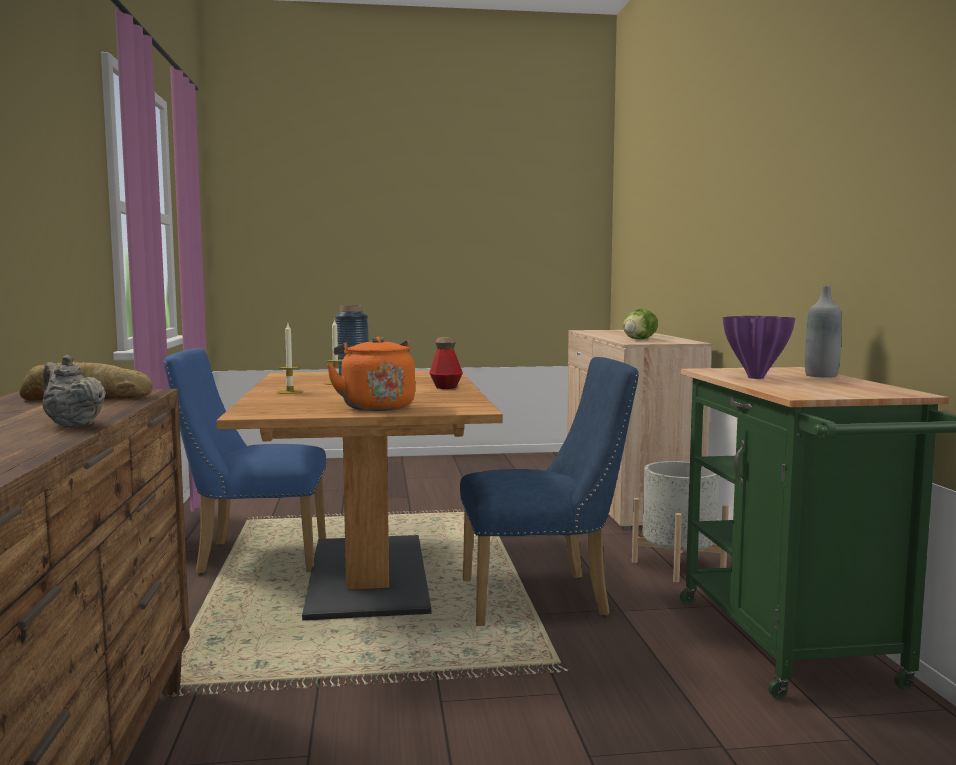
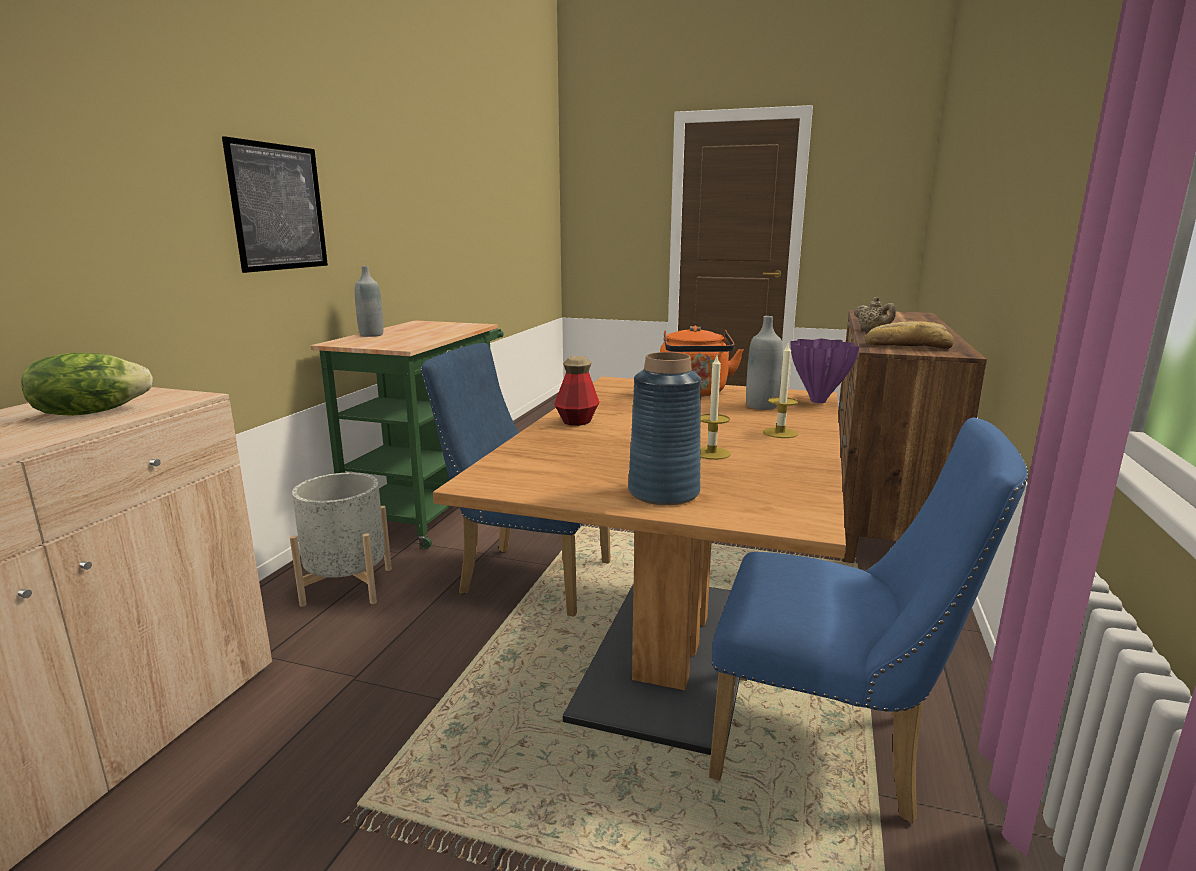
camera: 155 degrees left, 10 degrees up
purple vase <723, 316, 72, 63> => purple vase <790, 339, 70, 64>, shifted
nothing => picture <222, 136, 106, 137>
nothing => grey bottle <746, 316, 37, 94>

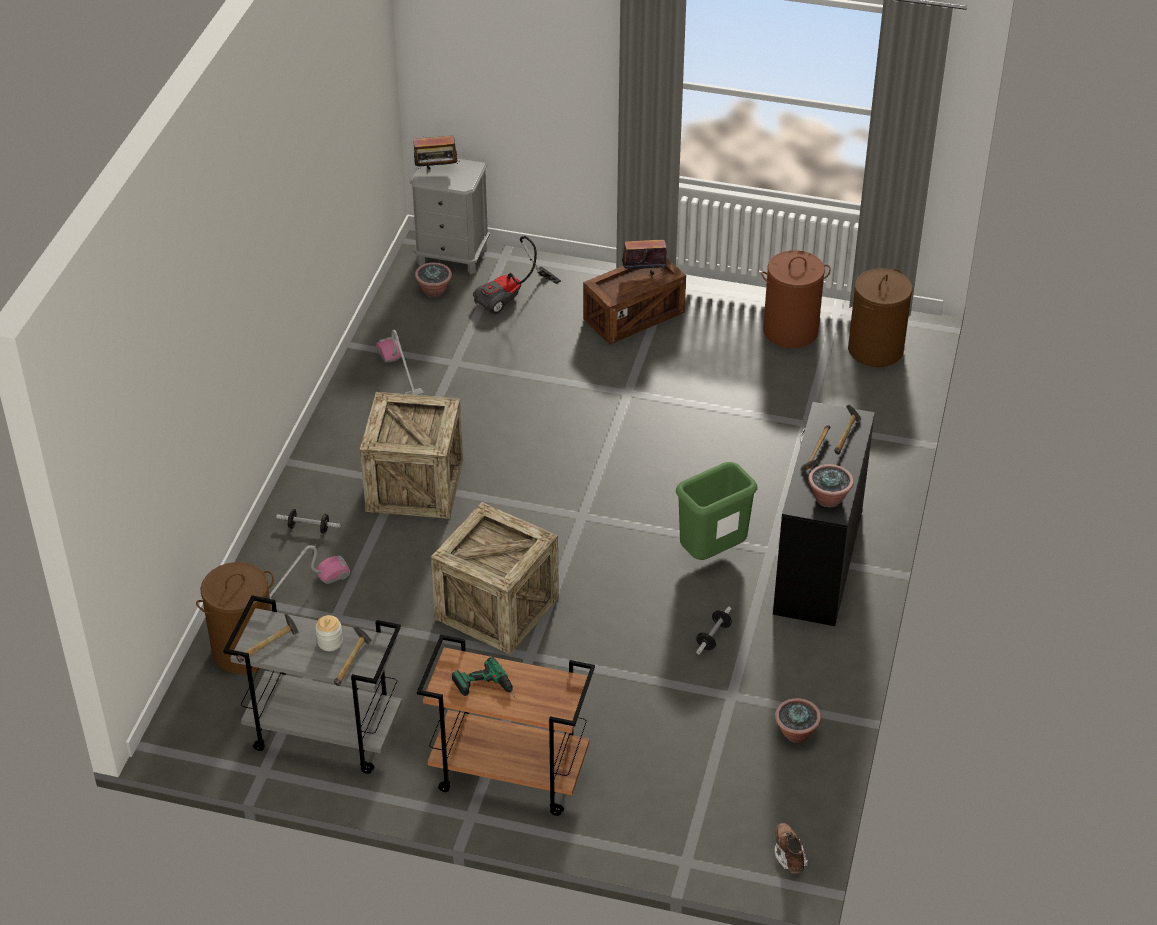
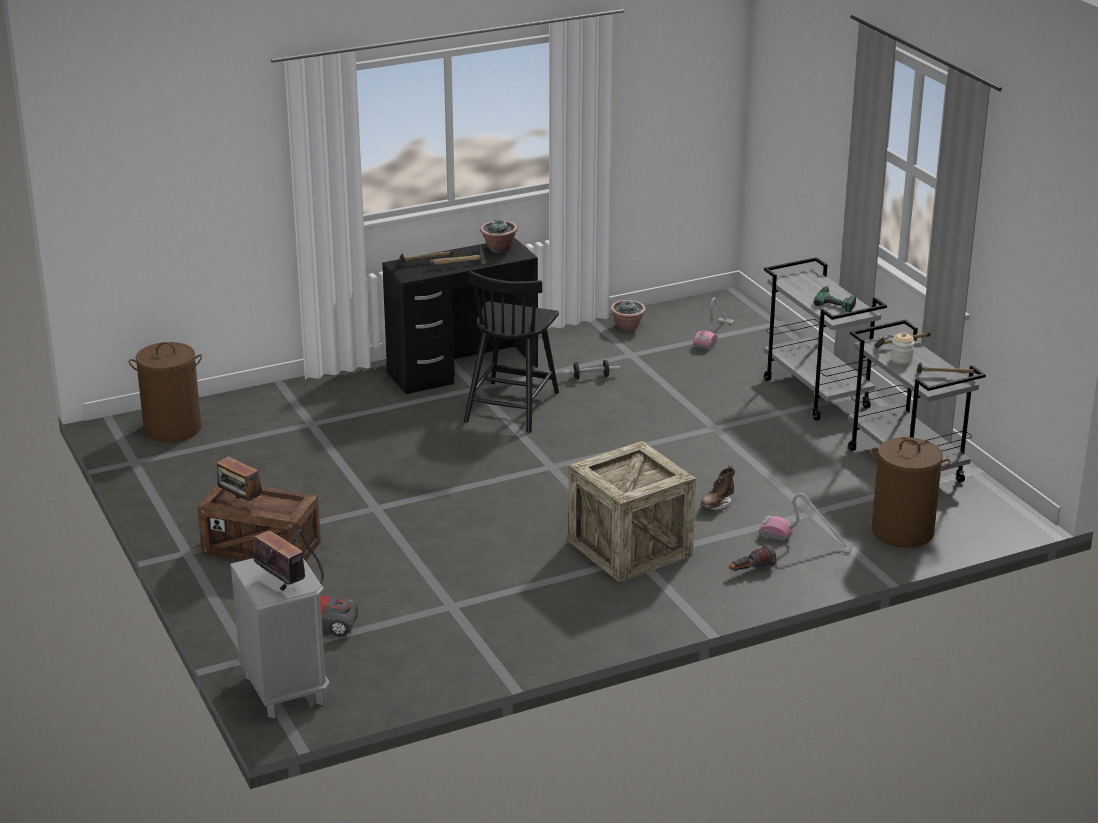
camera: 130 degrees left, 15 degrees down
dumbbell <276, 509, 65, 25> => flashlight <729, 544, 48, 27>
vacuum cleaner <376, 330, 47, 65> => vacuum cleaner <693, 297, 41, 53>, shifted
potted plant <415, 262, 37, 36> => nothing
brown cart <417, 635, 178, 181> => grey cart <764, 257, 123, 164>
crate <431, 502, 128, 152> => nothing
green trash can <676, 462, 82, 98> => black chair <464, 271, 95, 162>
brown laundry basket <761, 250, 70, 98> => nothing
brown boot <775, 823, 33, 51> => brown boot <700, 465, 35, 45>, shifted

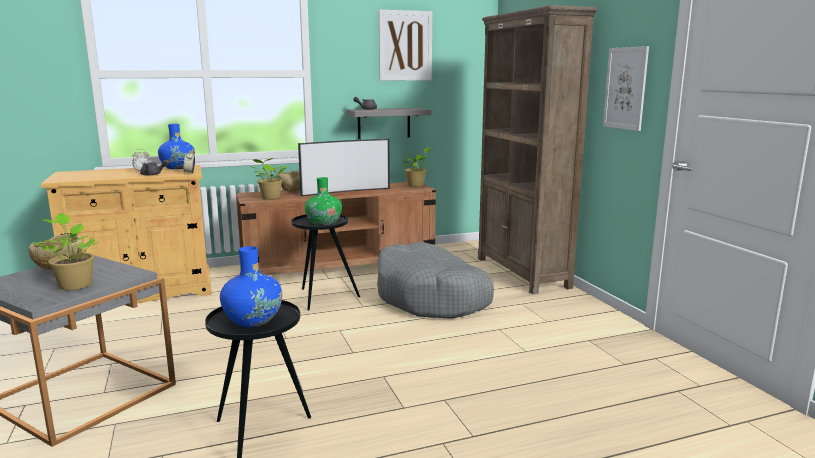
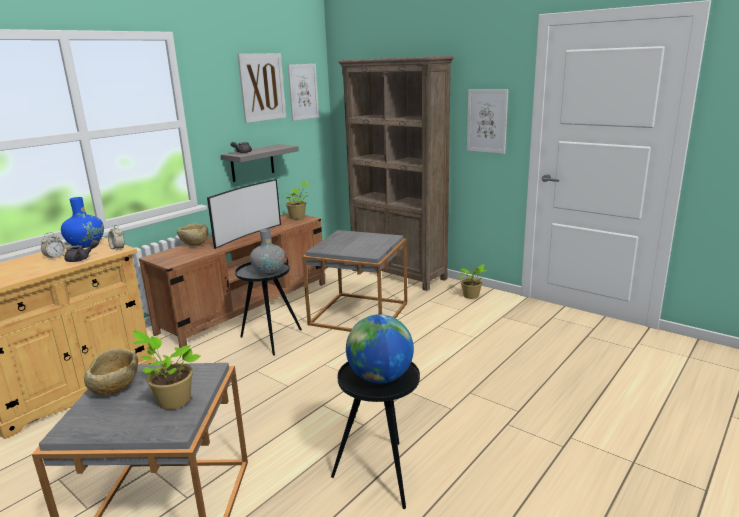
camera: 30 degrees left, 5 degrees up
blue vase <220, 246, 62, 81> => globe <346, 314, 68, 70>
potted plant <249, 158, 38, 41> => potted plant <457, 264, 30, 35>, shifted
green vase <305, 177, 37, 49> => grey vase <250, 228, 36, 47>
grey dog bed <377, 242, 117, 77> => grey side table <302, 230, 105, 102>
nothing => picture <288, 64, 31, 57>

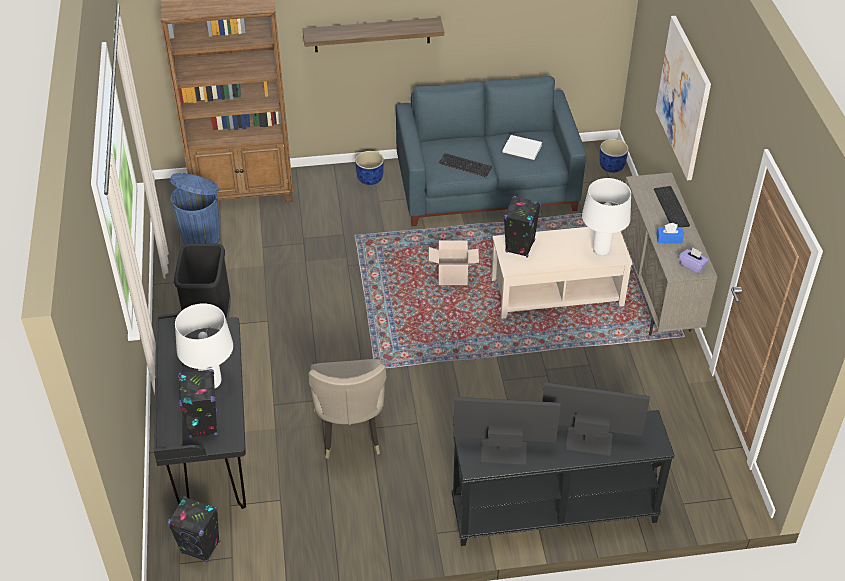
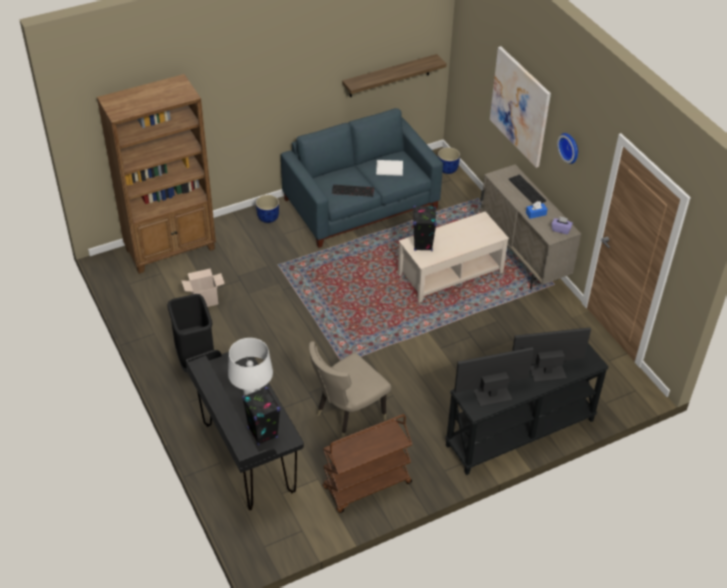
camera: 20 degrees left, 0 degrees up
black speaker <168, 496, 52, 67> => nothing
blue trash can <170, 173, 50, 72> => nothing
shelf <303, 17, 141, 35> => shelf <342, 54, 105, 43>, shifted
beige chair <309, 359, 77, 100> => beige chair <309, 341, 82, 97>, 75 degrees clockwise
cardboard box <429, 241, 50, 44> => cardboard box <181, 268, 44, 39>, shifted
white table lamp <582, 178, 49, 78> => nothing
nothing => brown cart <323, 414, 89, 99>
nothing => wall clock <557, 133, 21, 31>

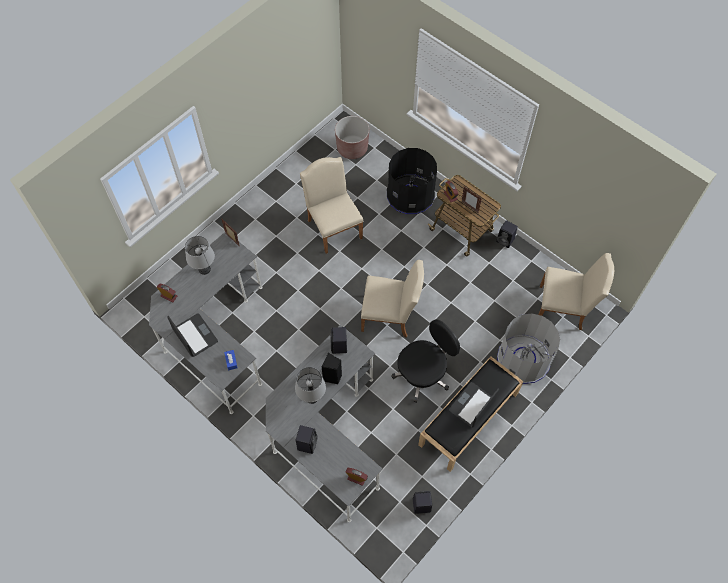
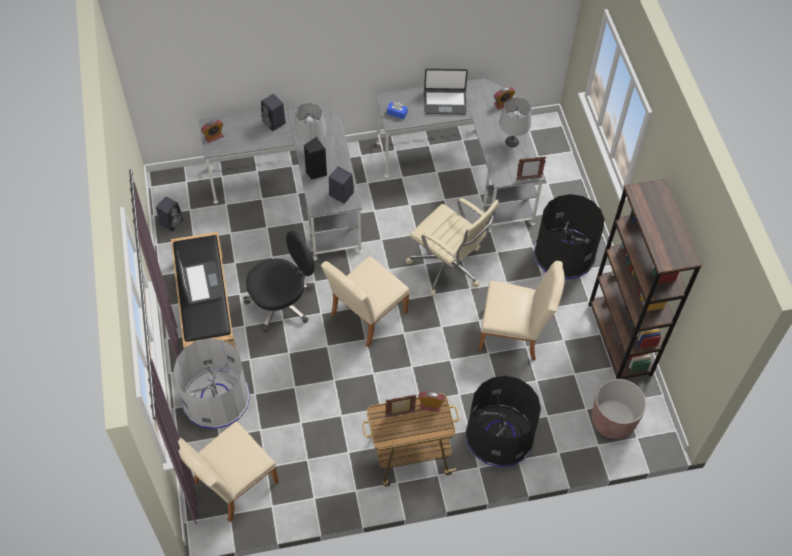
camera: 125 degrees right, 5 degrees down
black office chair <391, 320, 69, 83> => black office chair <243, 231, 72, 101>, 120 degrees counterclockwise
black speaker <496, 220, 22, 28> => nothing
nothing => beige office chair <406, 198, 93, 98>
nothing => black trash can <534, 194, 70, 86>
nothing => brown bookcase <589, 179, 113, 200>

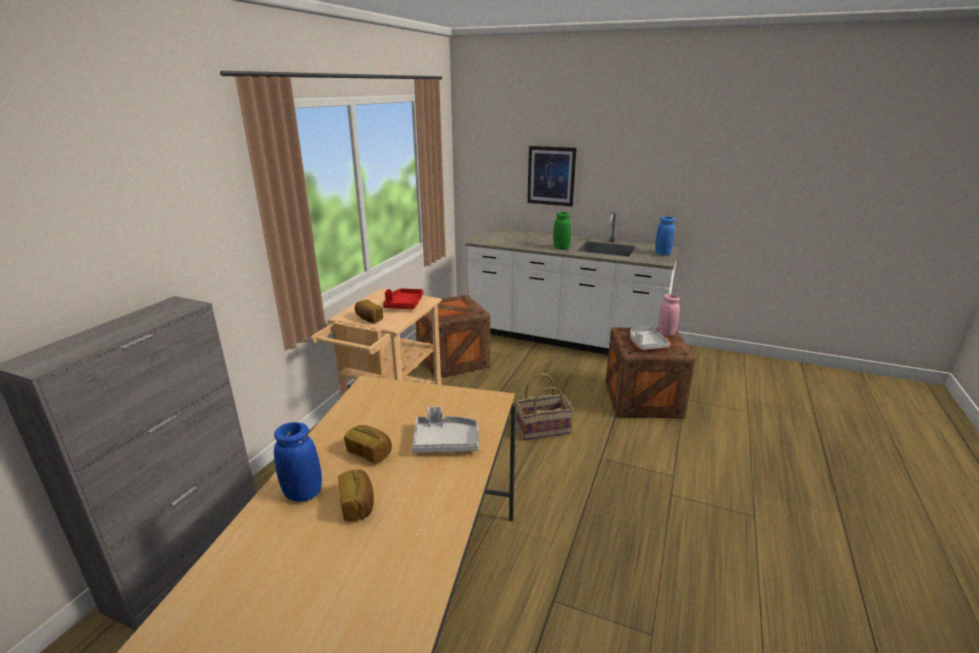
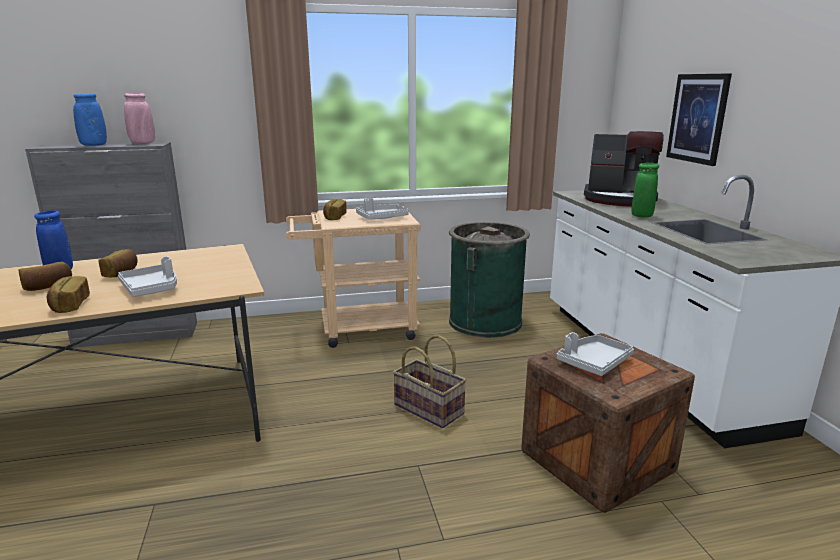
camera: 55 degrees right, 5 degrees down
red tray <383, 288, 41, 21> => grey tray <356, 198, 53, 22>
crate <415, 295, 75, 83> => green trash can <449, 222, 81, 116>
blue vase <655, 217, 20, 38> => blue vase <73, 94, 34, 52>, shifted
pink vase <658, 294, 22, 42> => pink vase <124, 93, 31, 51>, shifted
nothing => bread <47, 276, 43, 37>
nothing => coffee machine <584, 131, 80, 76>

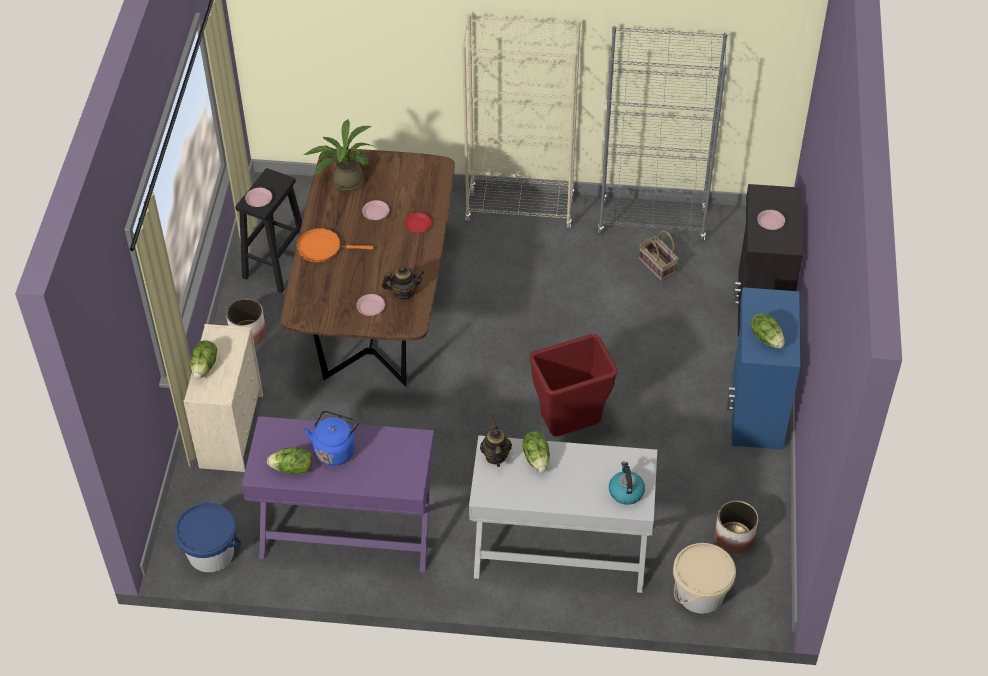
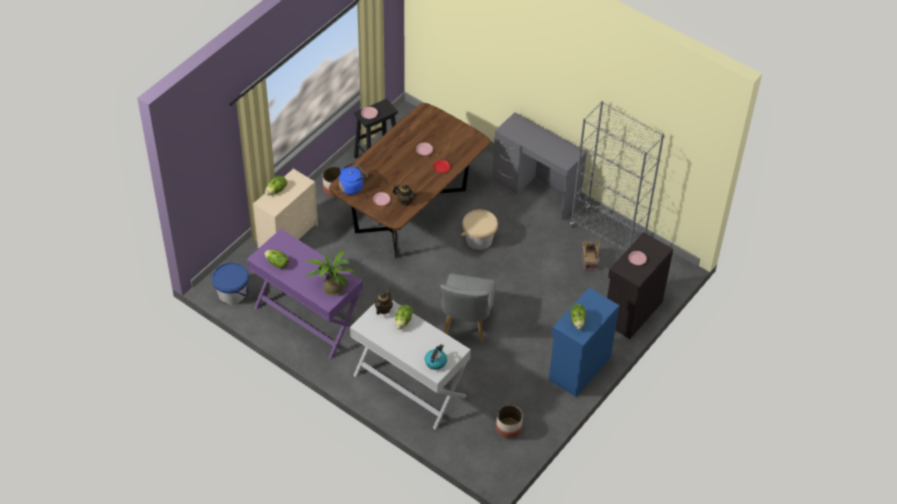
camera: 30 degrees right, 0 degrees up
orange frying pan <296, 228, 77, 34> => nothing
potted plant <303, 119, 70, 72> => potted plant <306, 251, 52, 45>, shifted
blue kettle <304, 410, 55, 56> => blue kettle <339, 163, 29, 32>, shifted
beige bookcase <462, 14, 119, 214> => grey desk <492, 112, 95, 109>
red trash can <530, 334, 88, 103> => grey chair <440, 274, 56, 69>
beige bucket <673, 543, 63, 71> => beige bucket <461, 209, 37, 41>, shifted

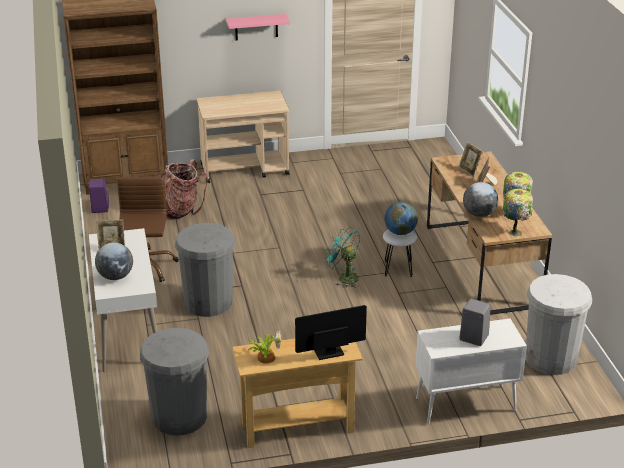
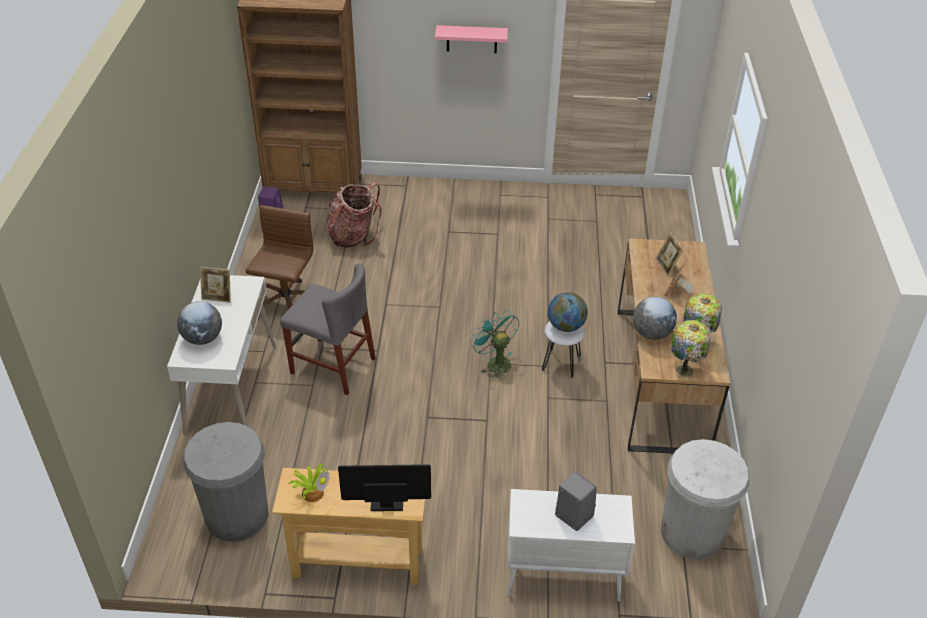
camera: 15 degrees right, 10 degrees up
grey trash can <175, 223, 60, 94> => grey chair <280, 264, 96, 131>
beige cart <197, 91, 93, 92> => nothing

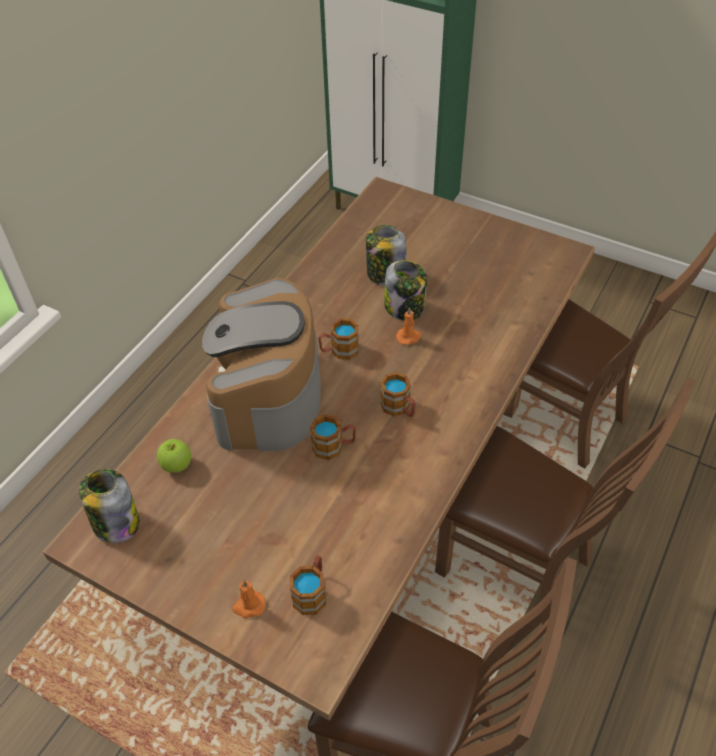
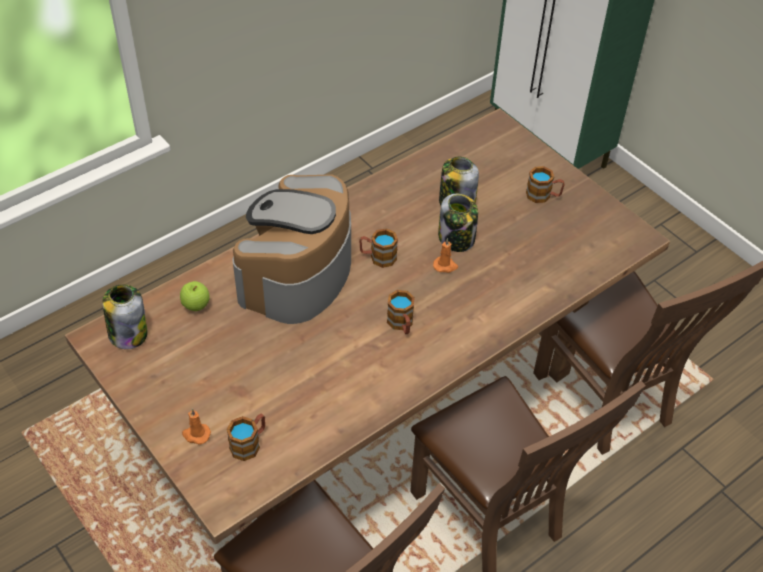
camera: 20 degrees right, 0 degrees up
mug <310, 414, 46, 46> => mug <526, 166, 39, 37>, shifted

